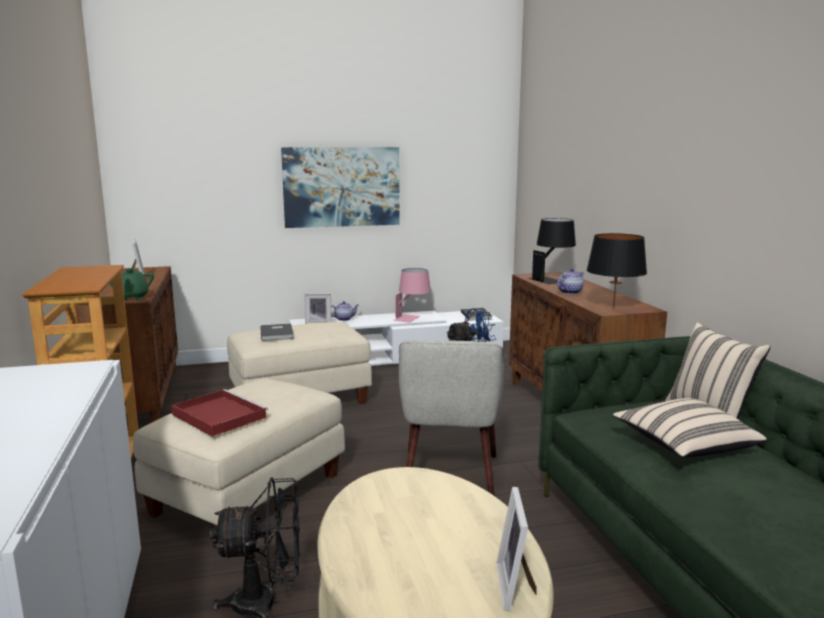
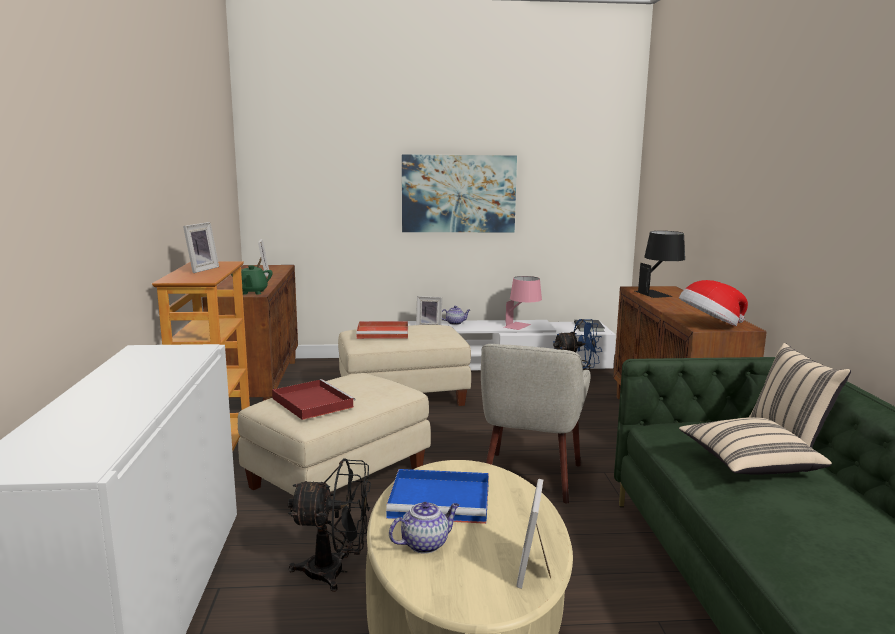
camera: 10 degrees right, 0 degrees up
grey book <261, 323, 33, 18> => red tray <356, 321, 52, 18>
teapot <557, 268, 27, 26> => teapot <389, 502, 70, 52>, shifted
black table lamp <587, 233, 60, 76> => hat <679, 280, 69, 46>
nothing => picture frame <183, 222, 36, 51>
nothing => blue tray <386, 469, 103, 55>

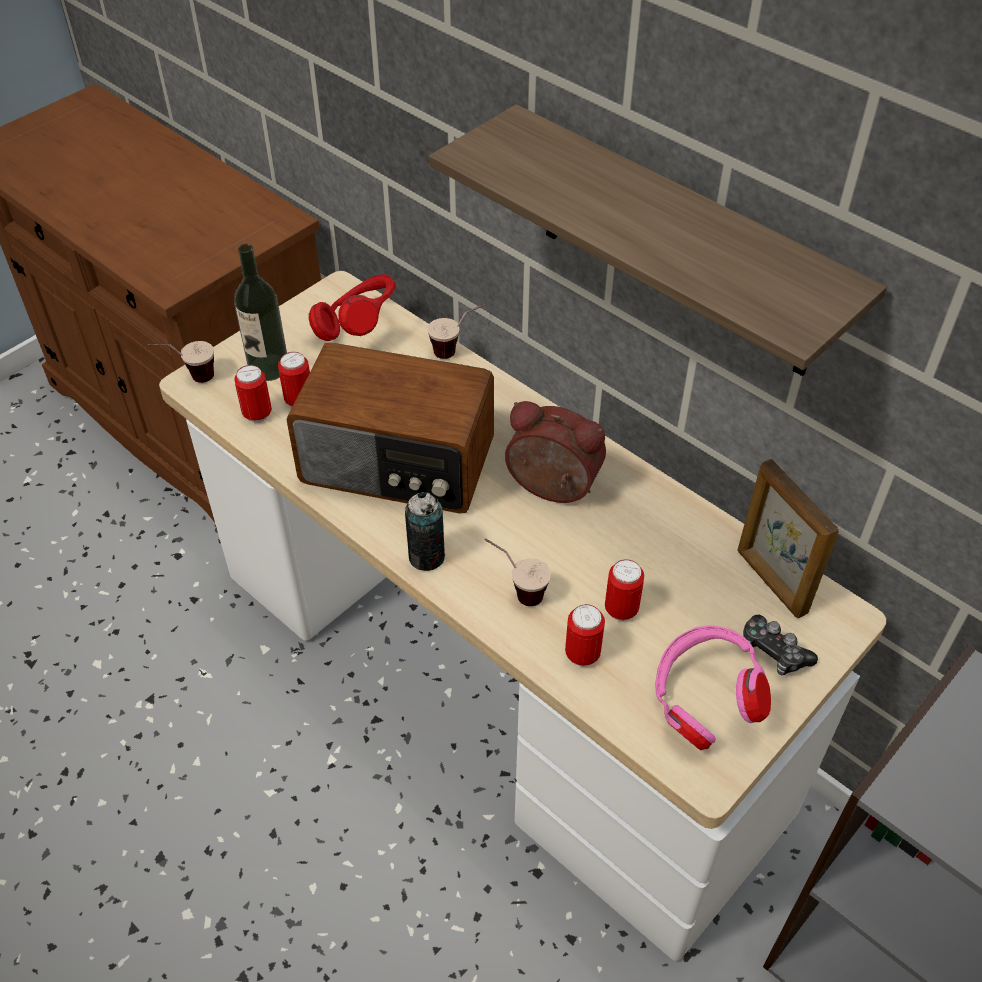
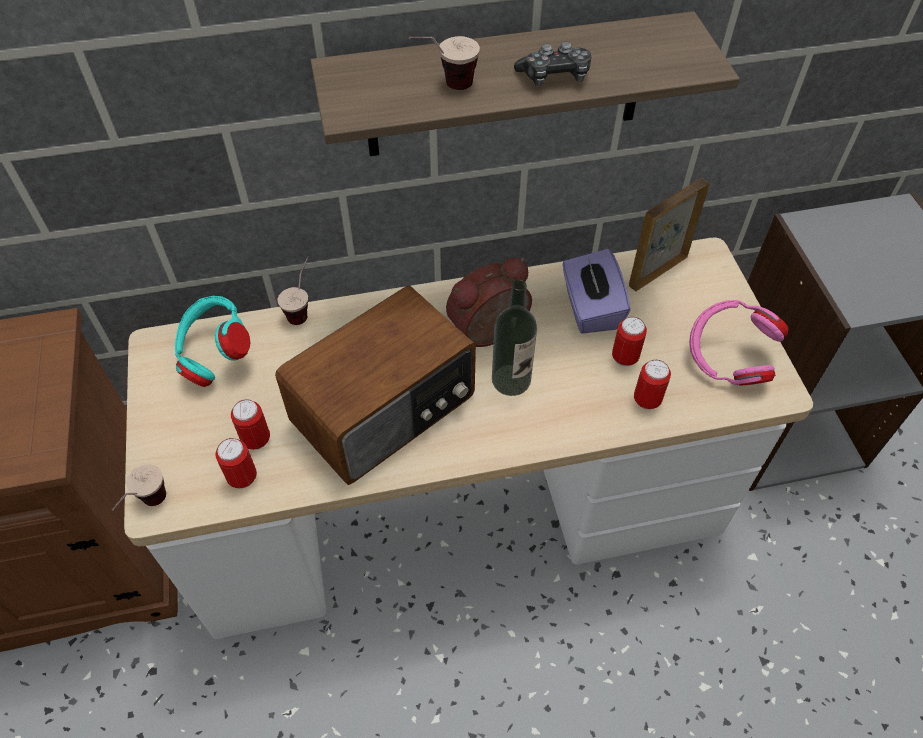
camera: 55 degrees left, 5 degrees up
bottle <234, 244, 53, 137> => bottle <492, 279, 45, 117>, shifted
red headphones <309, 274, 87, 67> => turquoise headphones <175, 296, 76, 91>
can <405, 492, 40, 79> => nothing
cup <485, 538, 66, 68> => cup <409, 36, 71, 54>, shifted
picture frame <738, 459, 101, 159> => picture frame <629, 178, 81, 114>, 135 degrees clockwise
game controller <743, 615, 75, 60> => game controller <514, 42, 77, 44>, shifted
nothing => purple tissue box <562, 249, 68, 84>

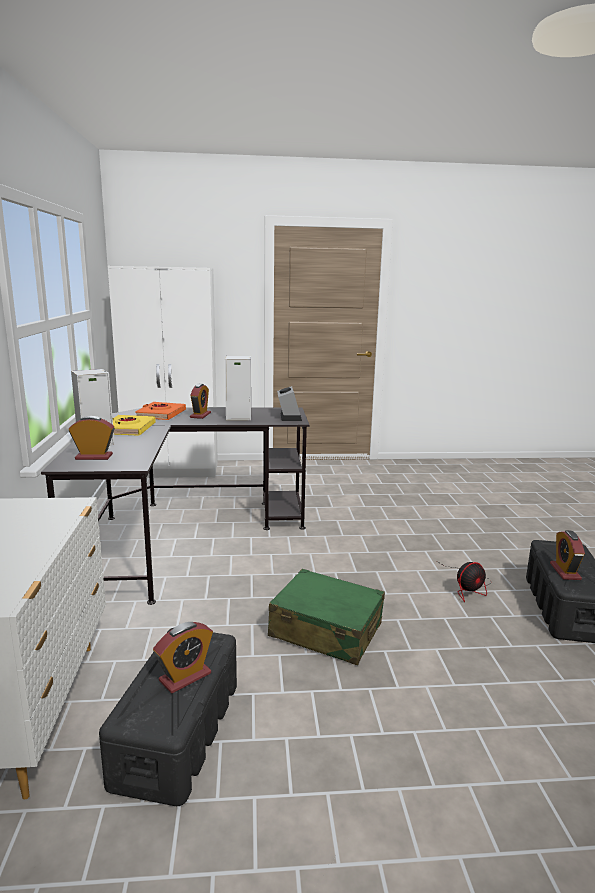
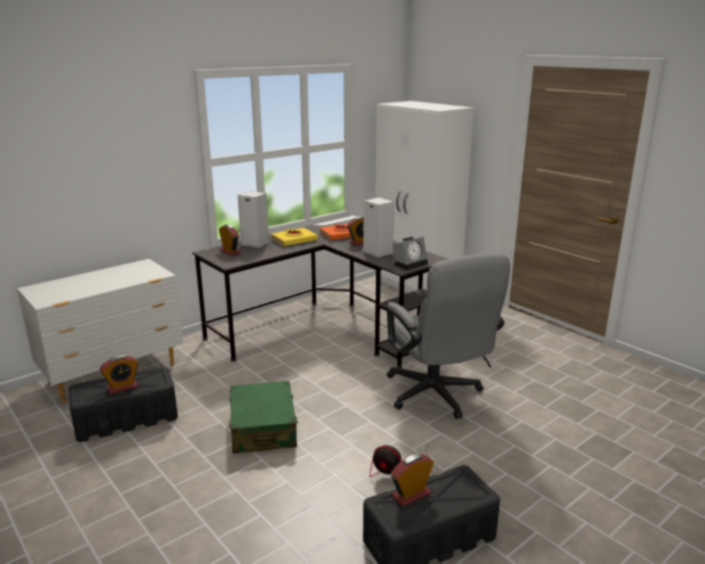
camera: 55 degrees right, 5 degrees up
alarm clock <153, 622, 60, 71> => alarm clock <100, 355, 38, 39>, 45 degrees counterclockwise
nothing => grey office chair <387, 253, 123, 166>

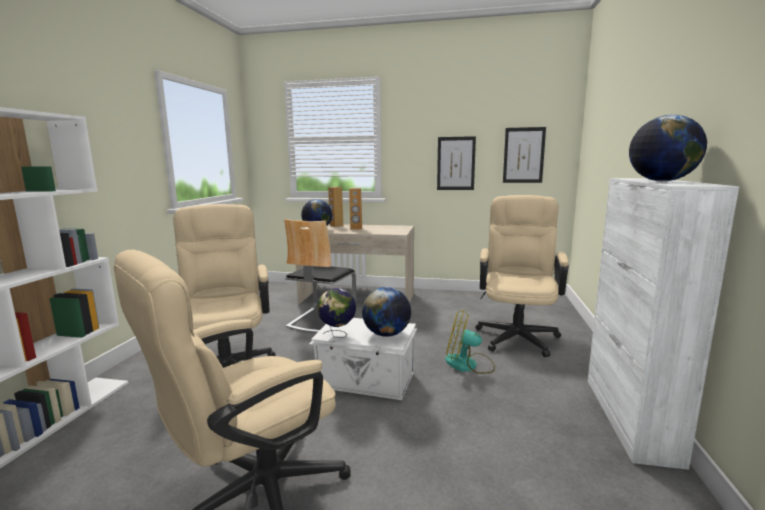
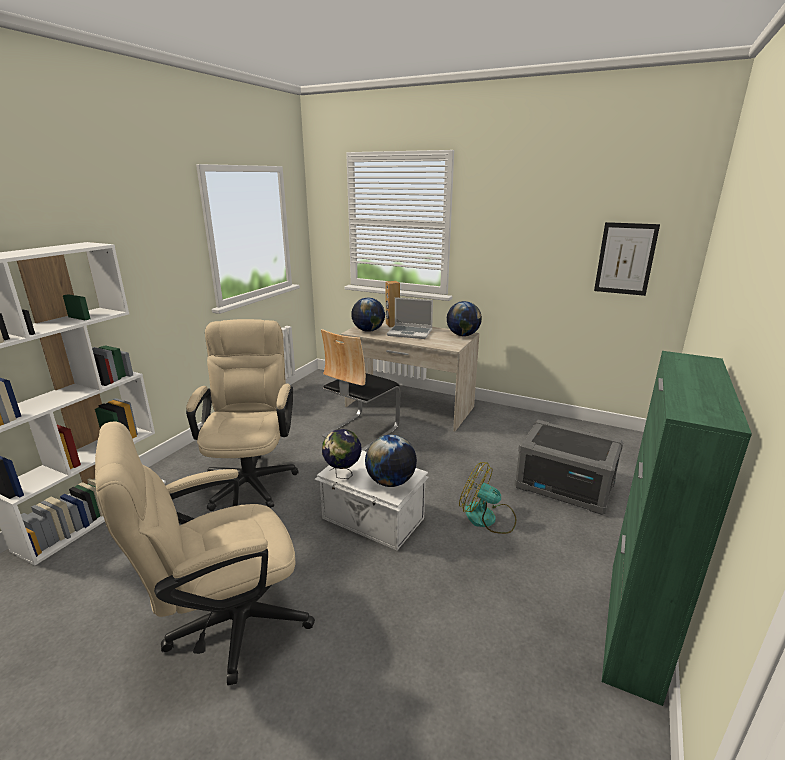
camera: 15 degrees right, 10 degrees up
brown speaker <349, 188, 13, 42> => laptop <387, 297, 46, 42>
picture <437, 136, 39, 54> => nothing
beige office chair <475, 195, 94, 162> => grey storage box <514, 420, 110, 95>
white cabinet <588, 178, 151, 292> => green cabinet <602, 351, 150, 355>
globe <629, 115, 78, 66> => globe <447, 301, 35, 35>, shifted

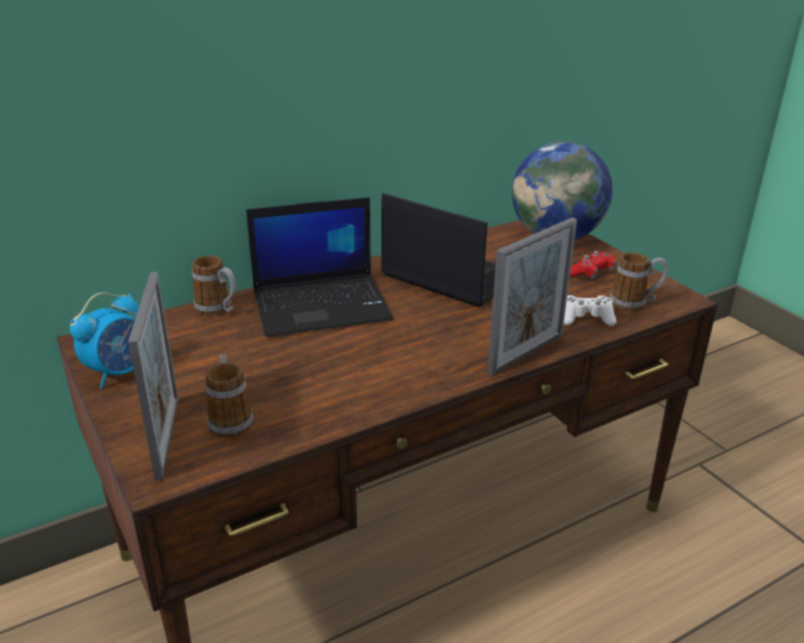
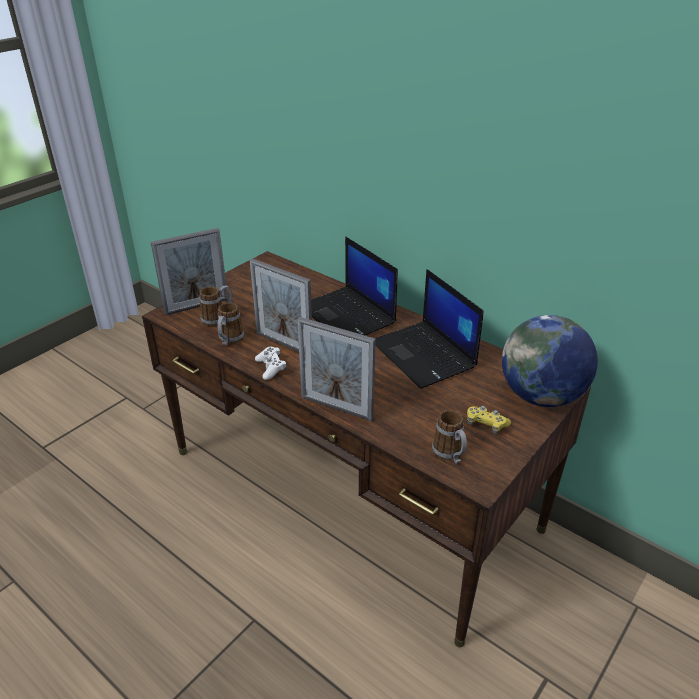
camera: 70 degrees right, 5 degrees up
alarm clock <70, 292, 69, 97> => nothing
mug <192, 255, 45, 60> => mug <217, 302, 27, 43>, shifted
laptop <381, 193, 115, 114> => laptop <375, 269, 109, 120>, 135 degrees clockwise
white game controller <564, 295, 53, 31> => white game controller <255, 347, 31, 33>, shifted
red game controller <570, 251, 47, 28> => yellow game controller <467, 406, 44, 28>
nothing => picture frame <250, 259, 62, 93>

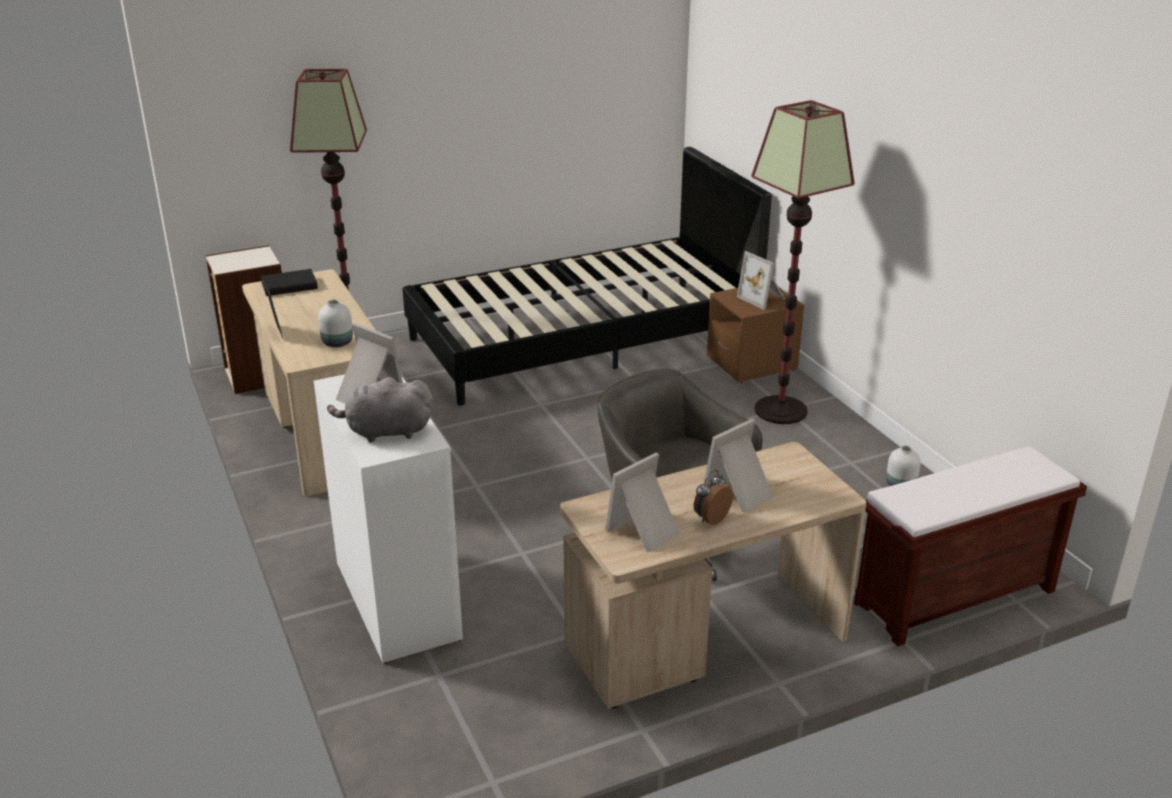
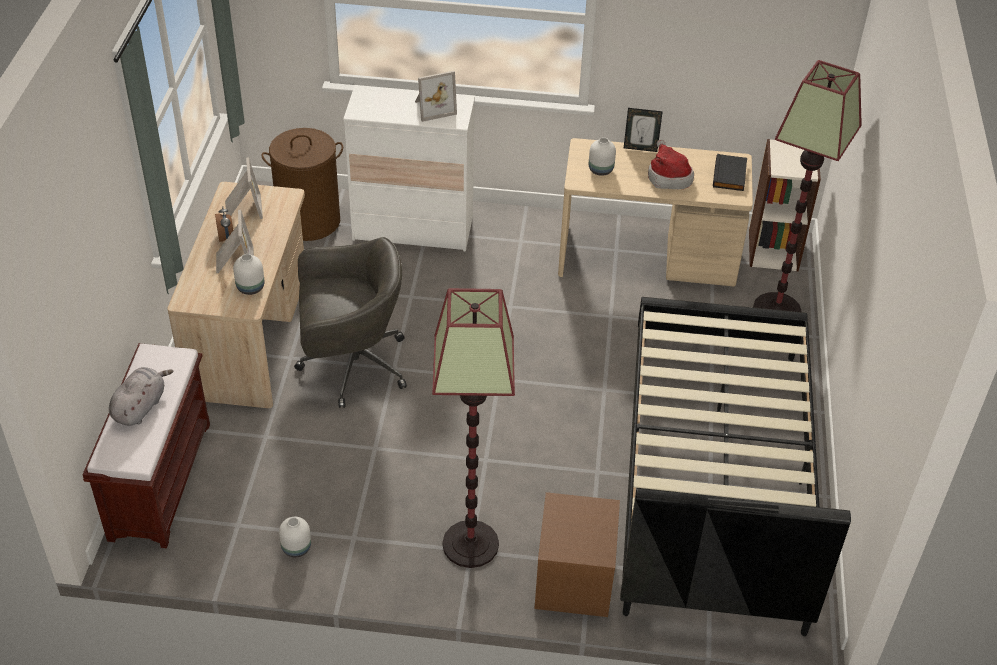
camera: 120 degrees right, 15 degrees up
grey plush toy <327, 377, 106, 65> => grey plush toy <109, 367, 65, 59>, shifted
picture frame <737, 251, 48, 59> => nothing
nothing => white vase <233, 254, 31, 41>
nothing => brown laundry basket <261, 128, 82, 113>
nothing => hat <648, 140, 46, 49>

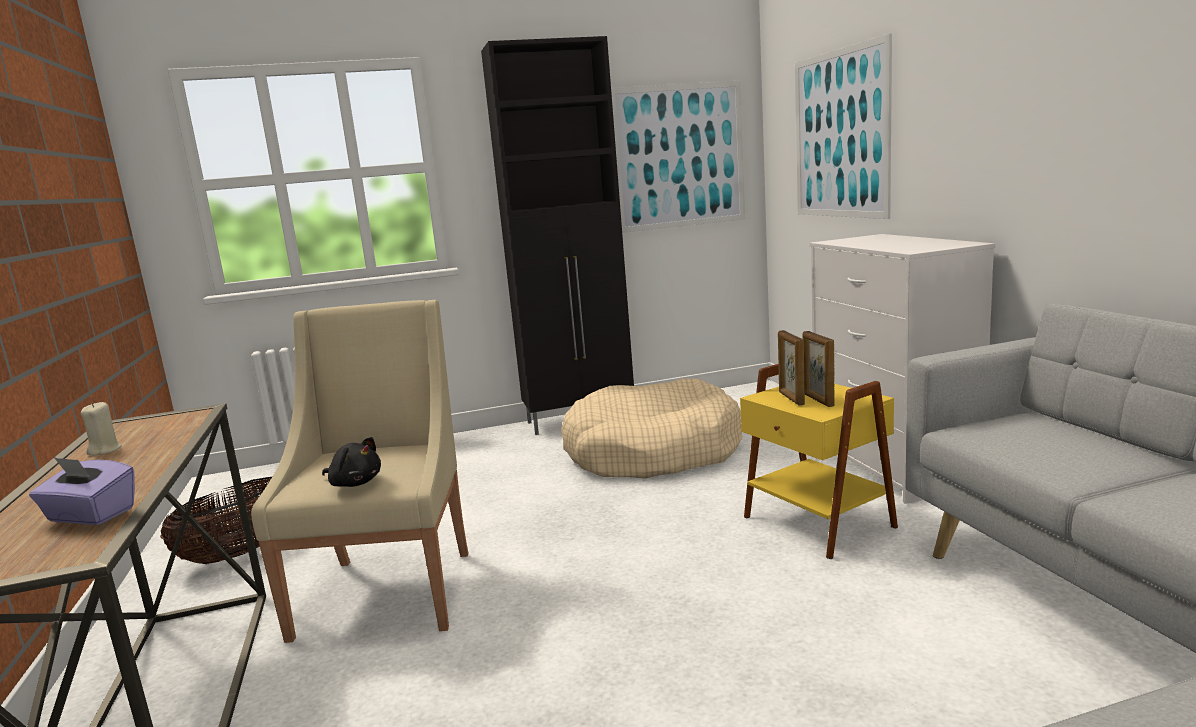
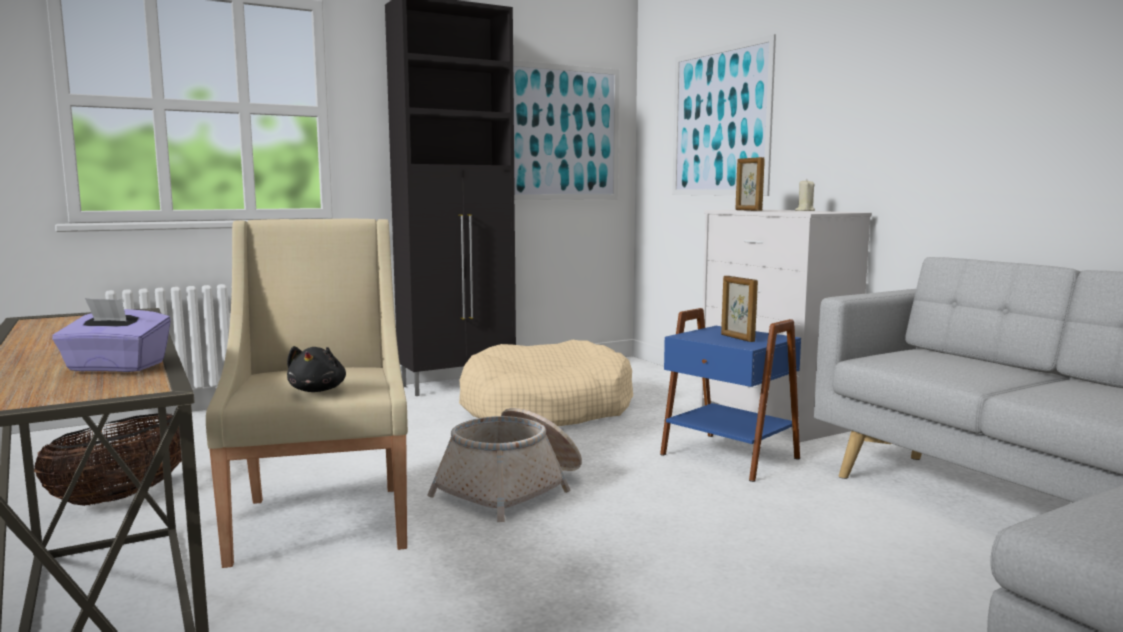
camera: 15 degrees left, 5 degrees down
beige candle <81, 402, 41, 54> => beige candle <795, 181, 20, 30>, shifted
black plush toy <322, 437, 59, 50> => black plush toy <287, 346, 59, 46>, 75 degrees clockwise
yellow side table <740, 364, 158, 195> => blue side table <660, 308, 141, 174>
picture frame <778, 330, 27, 76> => picture frame <735, 157, 30, 54>, shifted
nothing => basket <427, 408, 155, 114>

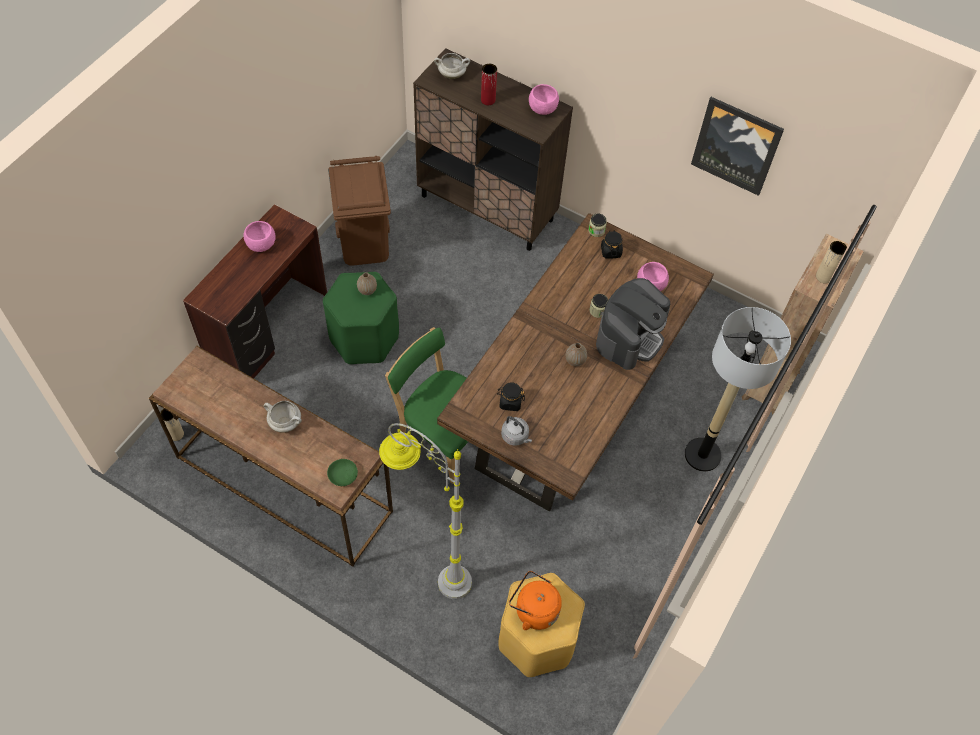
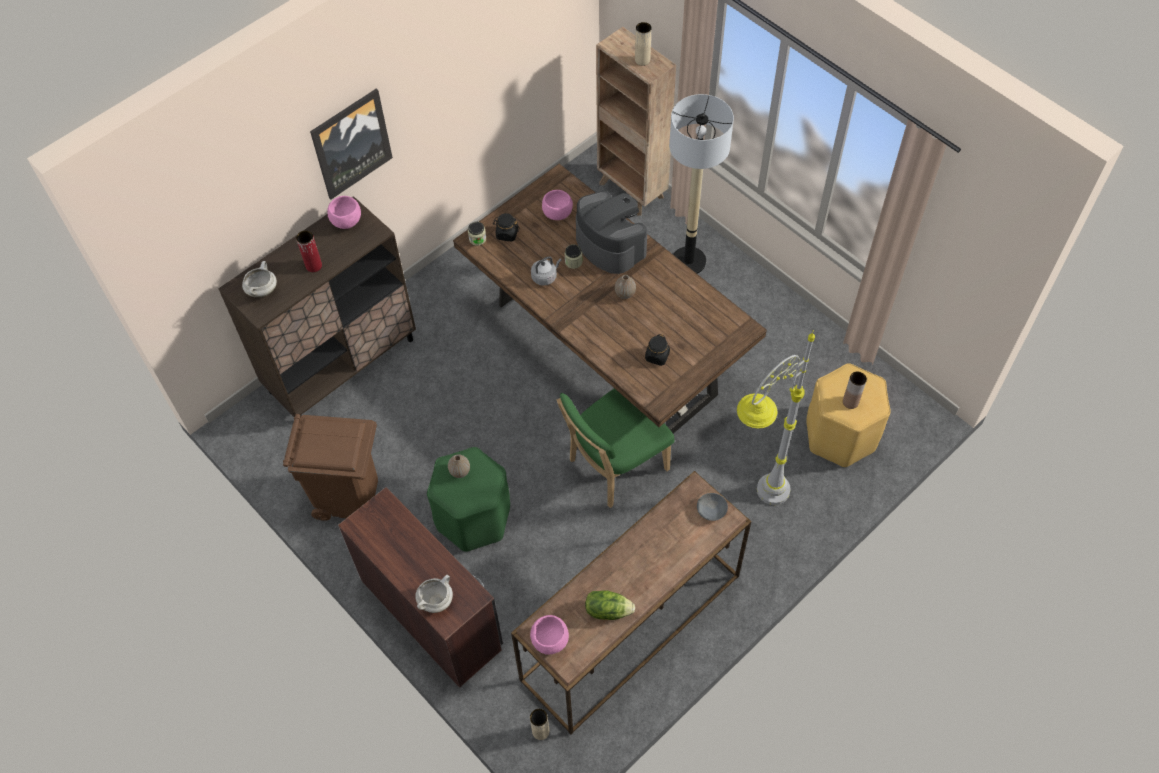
camera: 70 degrees left, 0 degrees up
pink bowl <243, 221, 33, 31> => pink bowl <530, 615, 39, 40>, shifted
white cooking pot <264, 401, 38, 31> => white cooking pot <415, 575, 38, 38>, shifted
green bowl <327, 459, 31, 27> => grey bowl <697, 493, 31, 28>
grey kettle <501, 416, 31, 30> => grey kettle <531, 256, 31, 30>, shifted
orange kettle <509, 571, 53, 59> => brown vase <843, 371, 24, 38>
picture <691, 97, 93, 99> => picture <310, 88, 83, 111>, shifted
nothing => lettuce <585, 590, 50, 30>

